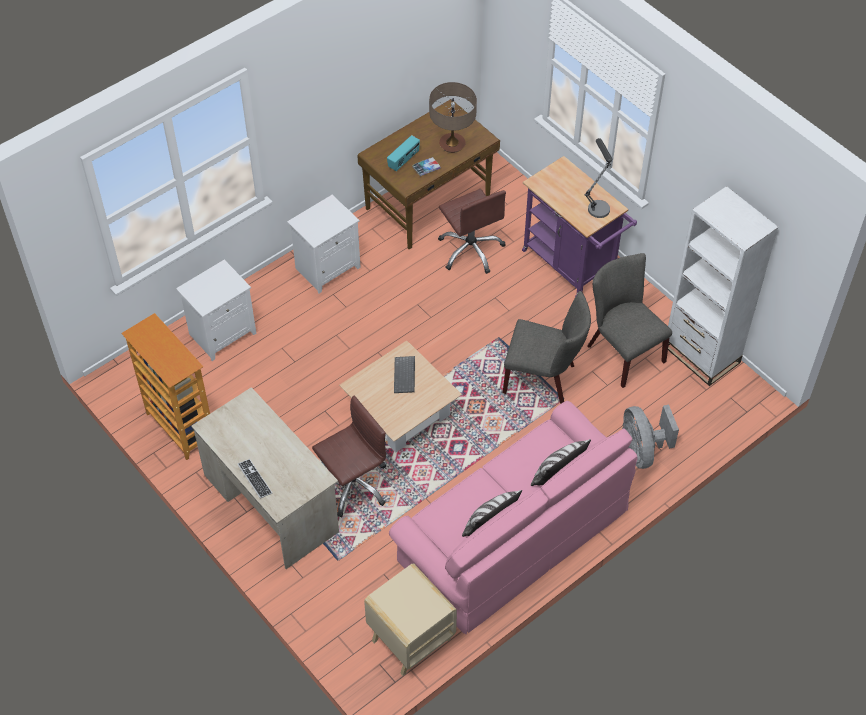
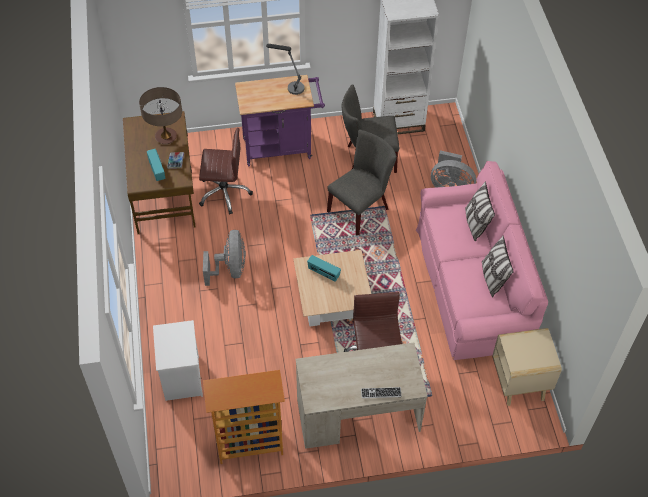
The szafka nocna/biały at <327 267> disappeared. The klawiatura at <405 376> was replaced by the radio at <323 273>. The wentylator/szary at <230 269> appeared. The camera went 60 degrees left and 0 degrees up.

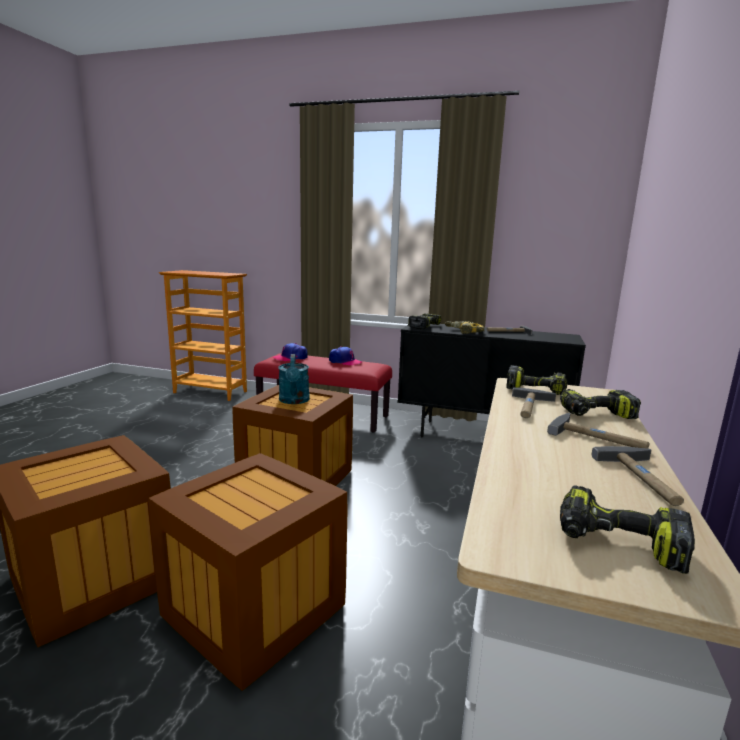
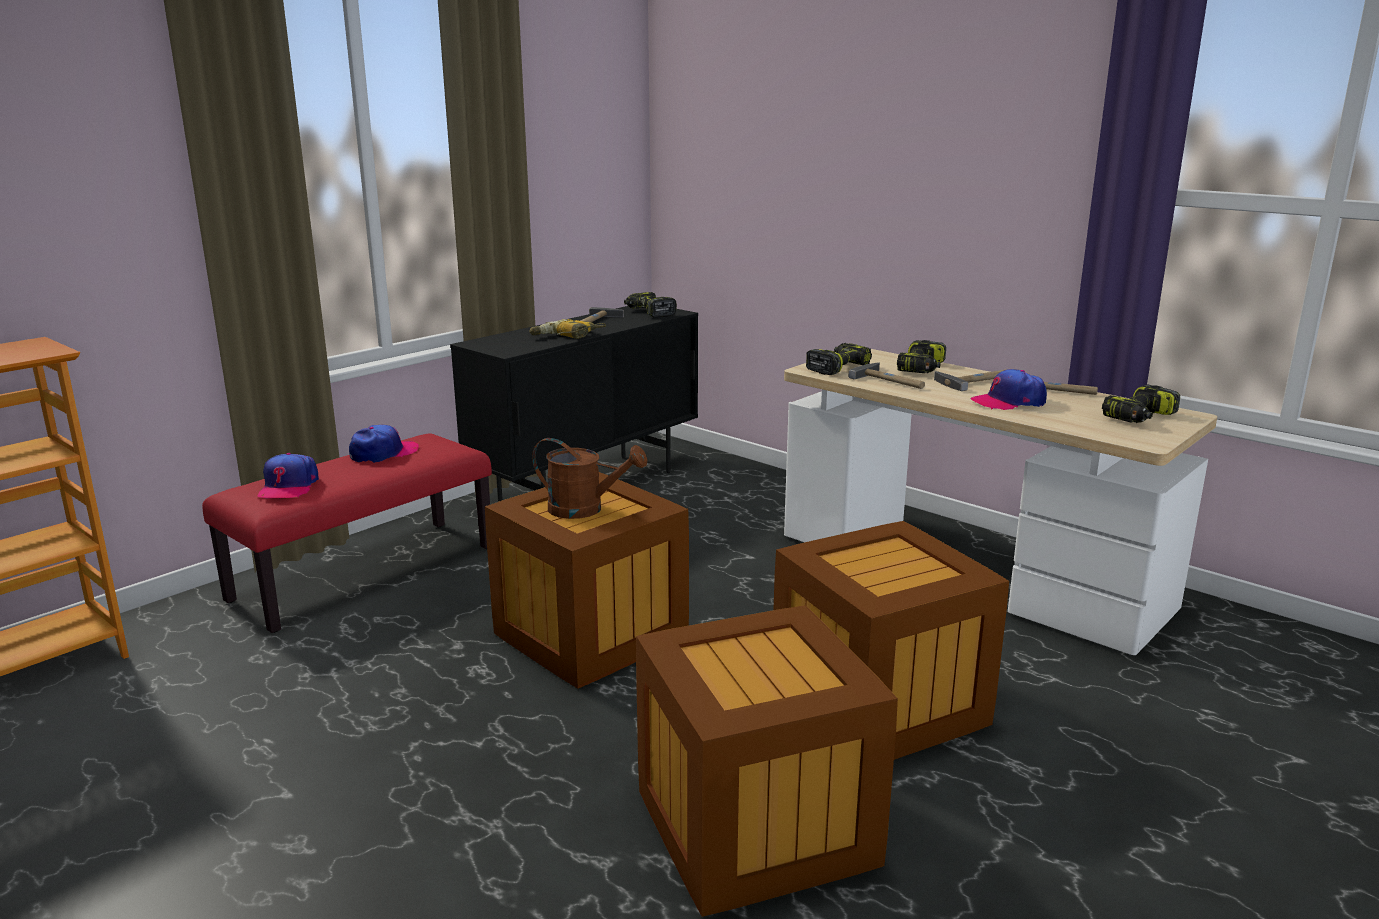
The konewka/turkusowy at <294 401> became the konewka/brązowy at <585 509>. The wiertarka moved from <423 326> to <649 312>. The czapka z daszkiem at <1008 402> appeared. The camera went 65 degrees left and 5 degrees up.

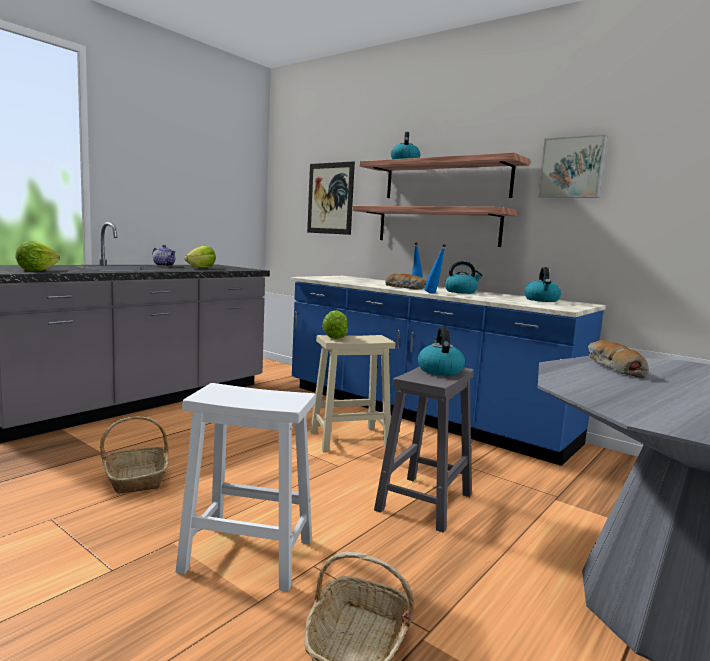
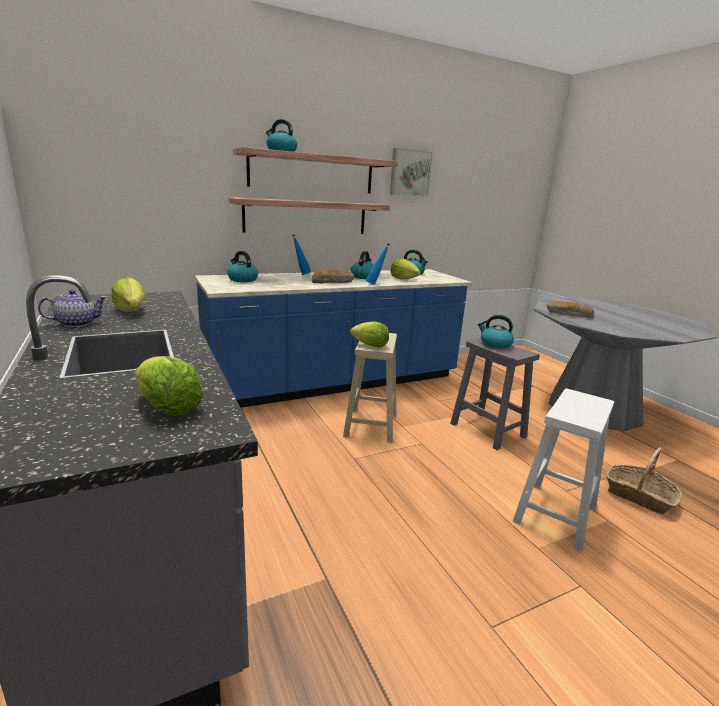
The koszyk at <137 478> disappeared. The obraz at <330 198> disappeared. The czajnik at <242 279> appeared. The sałata at <403 279> appeared. The camera went 65 degrees left and 10 degrees up.

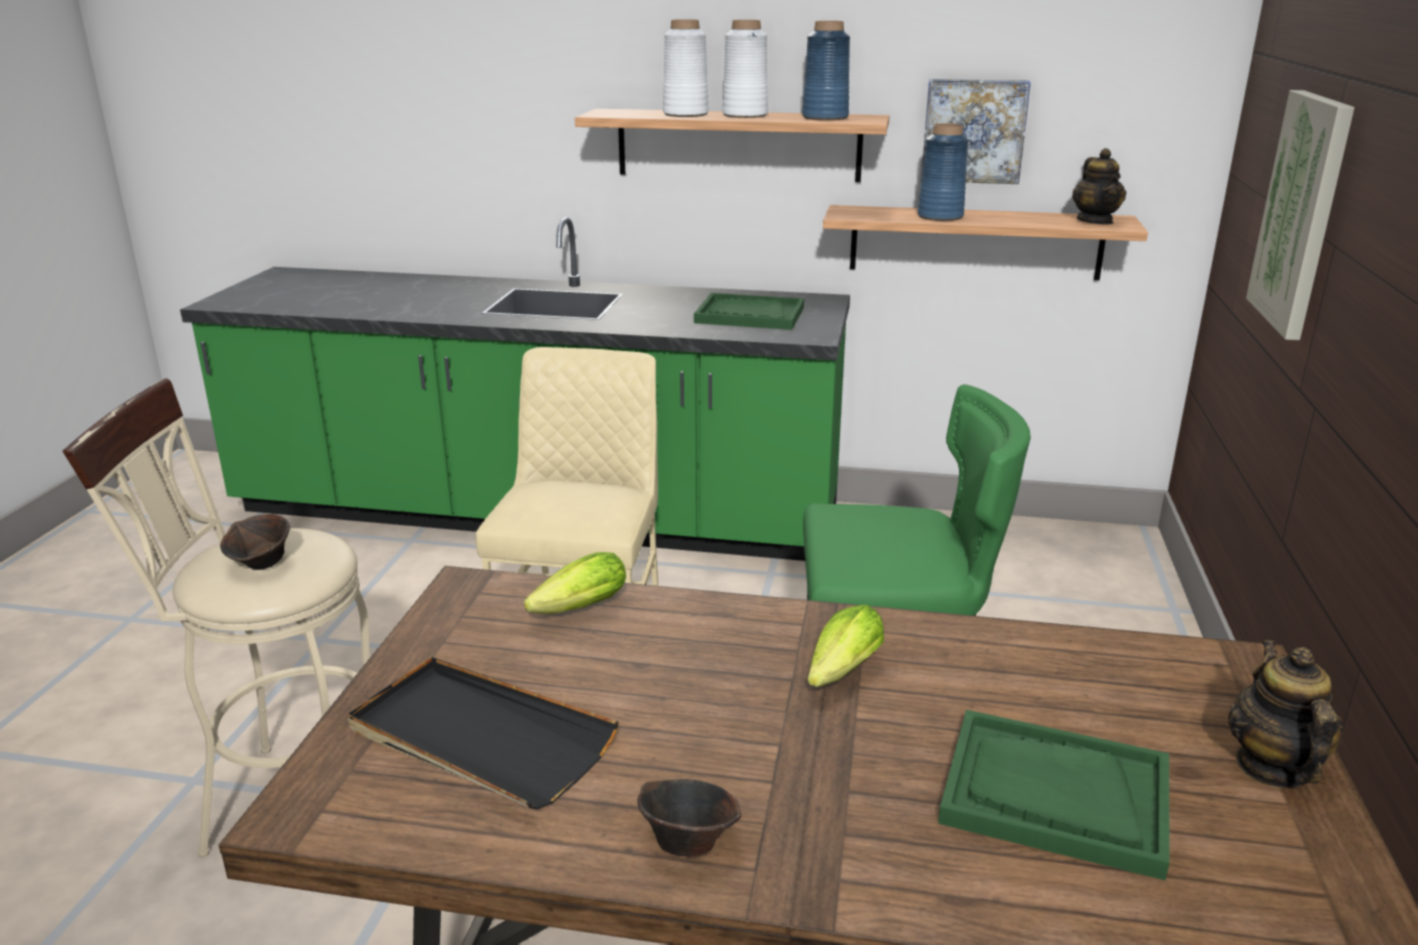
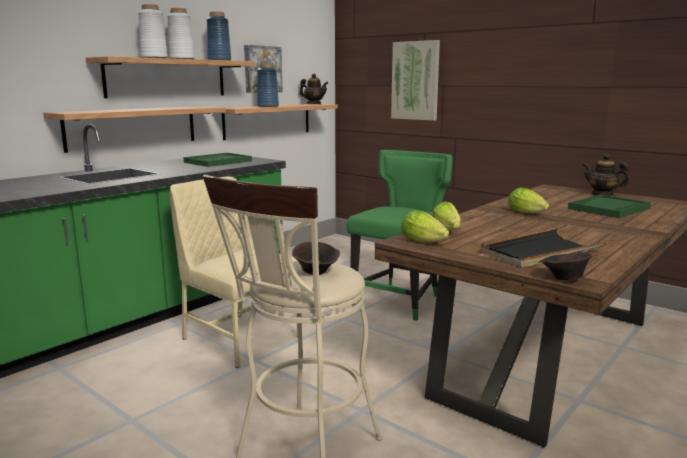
The miska/brązowy moved from <687 841> to <564 279>. The półka at <133 127> appeared. The sałata at <424 241> appeared. The camera went 60 degrees left and 10 degrees down.

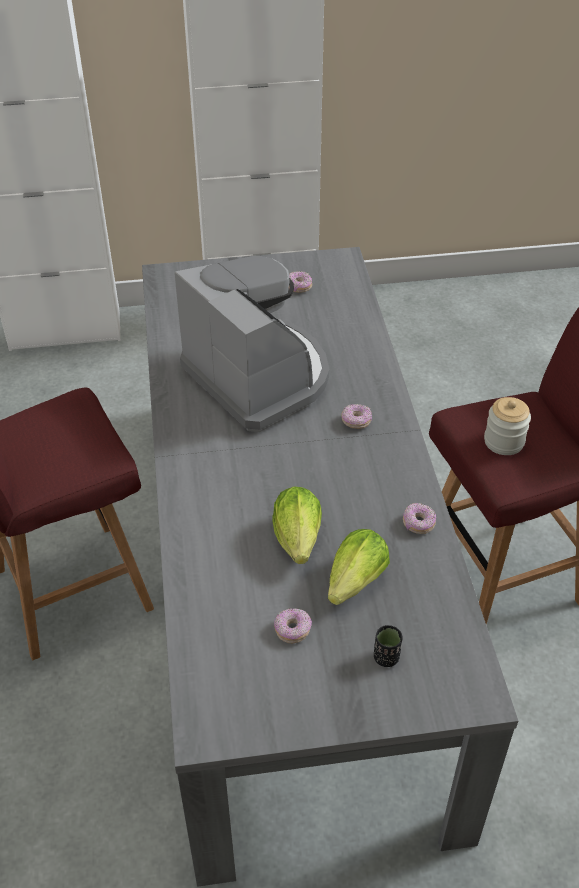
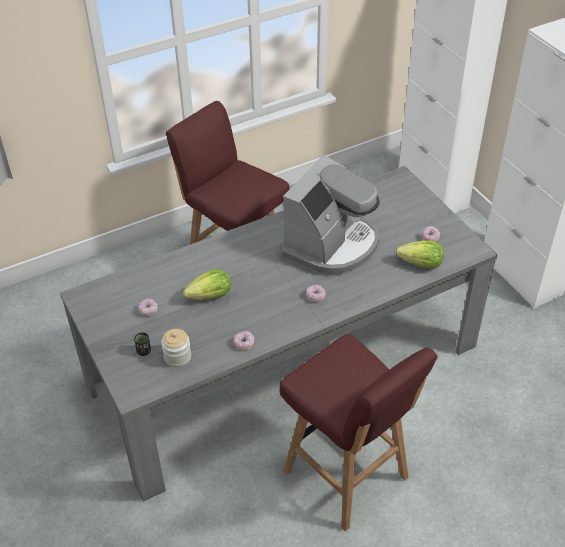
The sałata moved from <356 581> to <421 264>. The słoik moved from <504 441> to <177 357>. The camera went 70 degrees right and 0 degrees up.

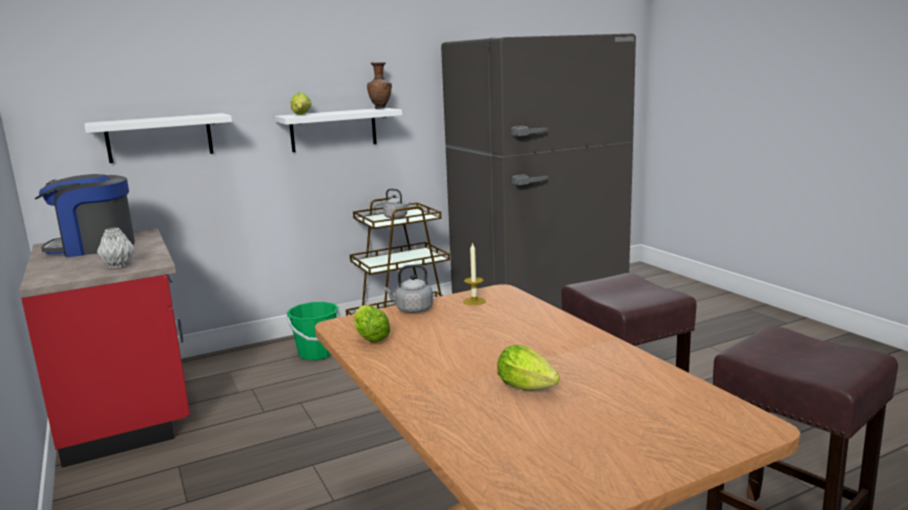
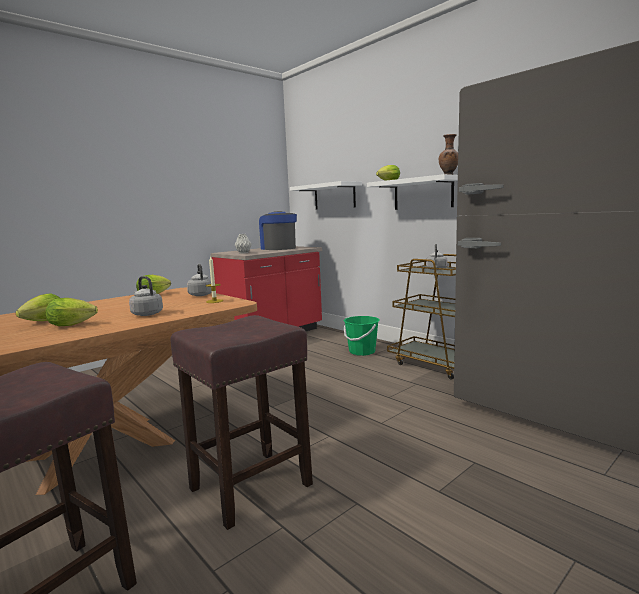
The sałata at <74 325> appeared. The czajnik/szary at <146 314> appeared. The camera went 75 degrees right and 5 degrees down.

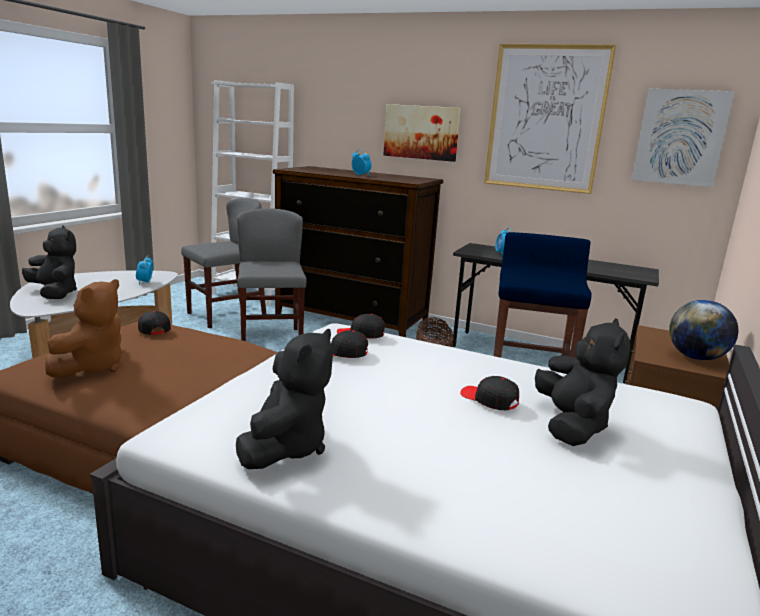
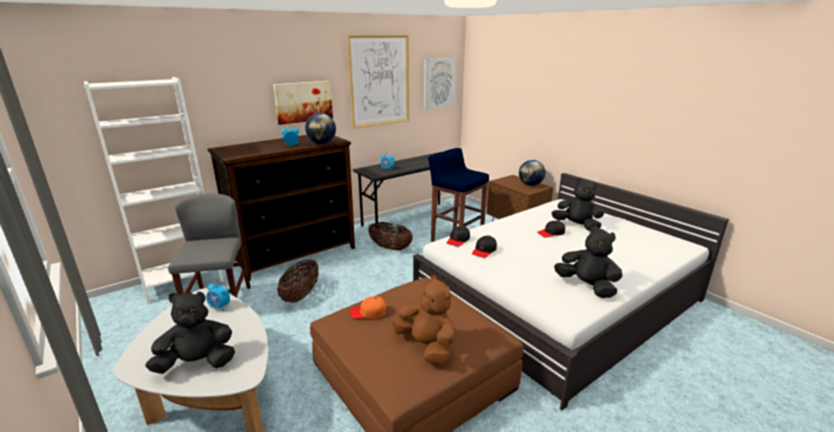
The czapka z daszkiem/czarny at <153 329> became the czapka z daszkiem/pomarańczowy at <368 312>. The krzesło/szary at <271 341> was replaced by the koszyk at <301 295>. The globus at <322 143> appeared. The camera went 60 degrees left and 5 degrees up.

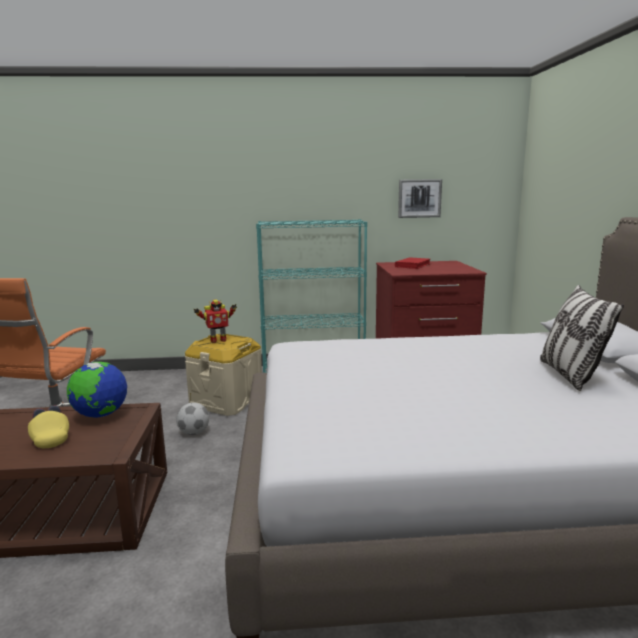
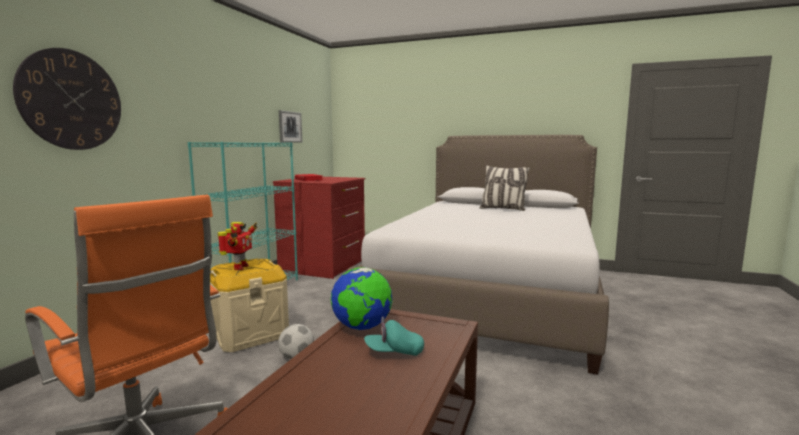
The czapka z daszkiem/żółty at <50 438> became the czapka z daszkiem/turkusowy at <394 352>. The zegar ścienny at <71 100> appeared. The camera went 65 degrees left and 5 degrees down.

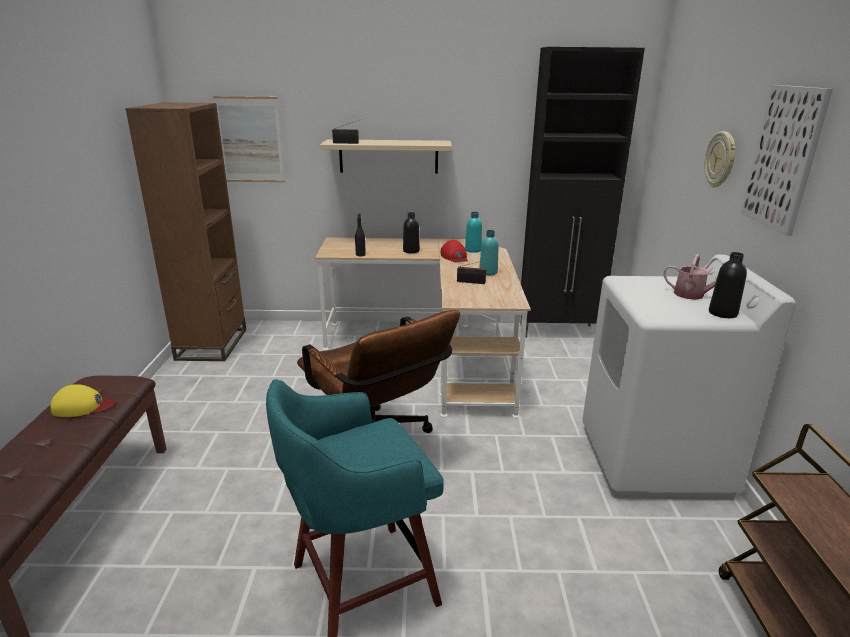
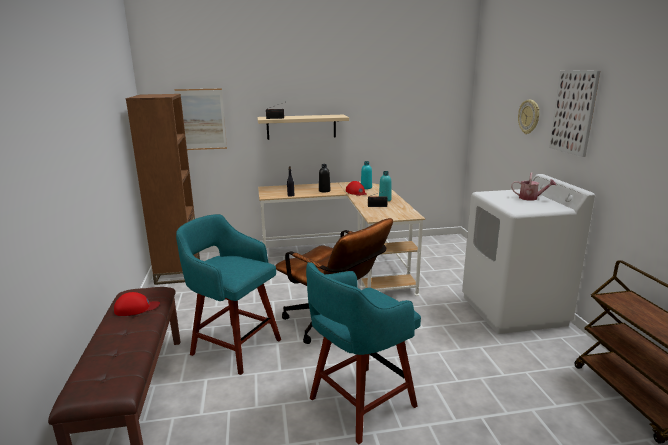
The czapka z daszkiem/żółty at <83 406> became the czapka z daszkiem/czerwony at <136 308>. The szafka/czarny at <559 331> disappeared. The butelka/czarny at <722 313> disappeared. The stołek/turkusowy at <234 346> appeared. The camera went 10 degrees left and 5 degrees down.

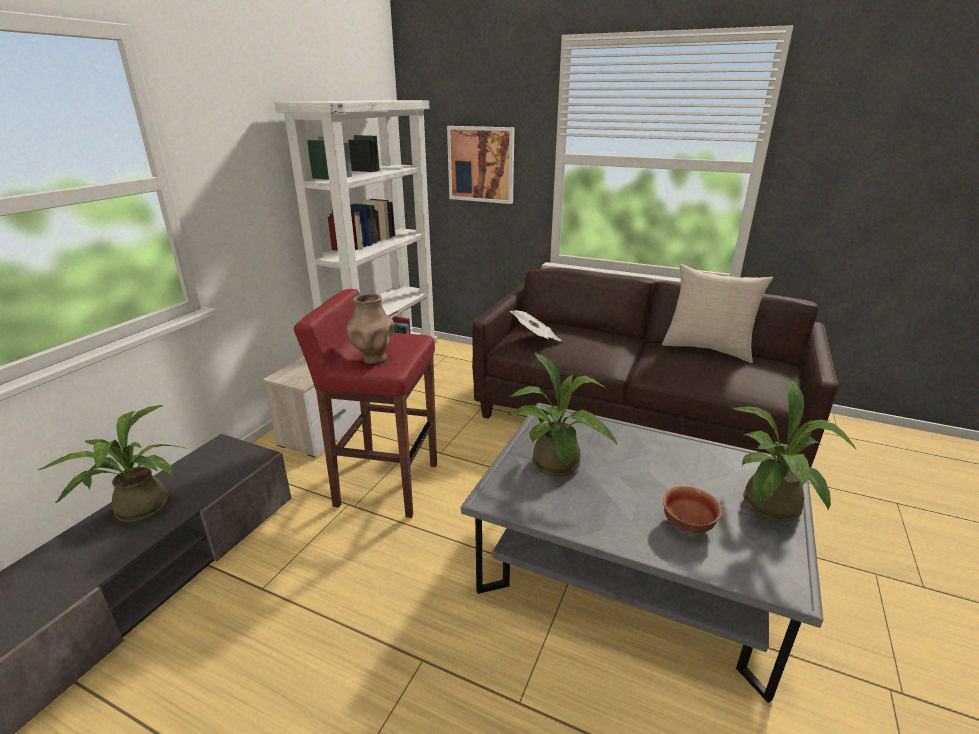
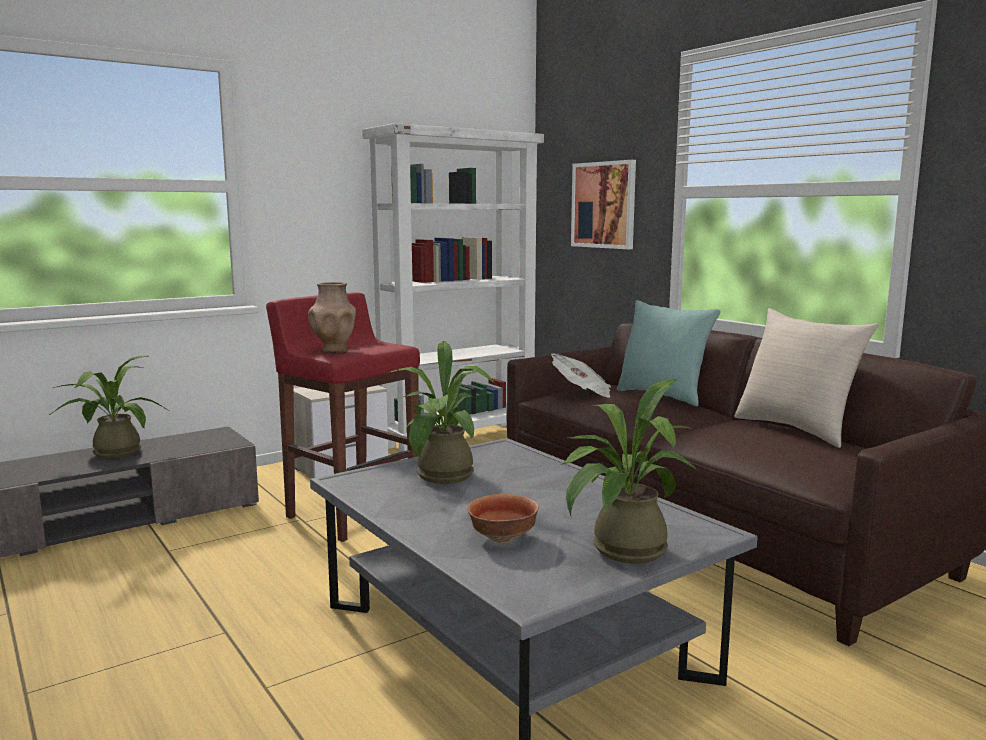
The poduszka/turkusowy at <663 396> appeared. The camera went 30 degrees right and 15 degrees down.

